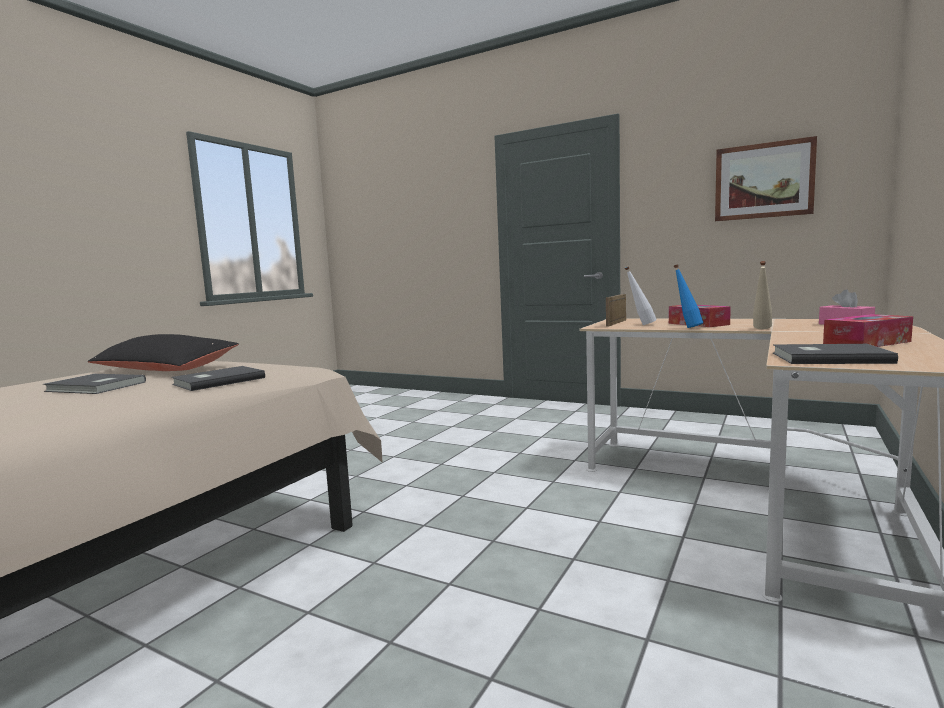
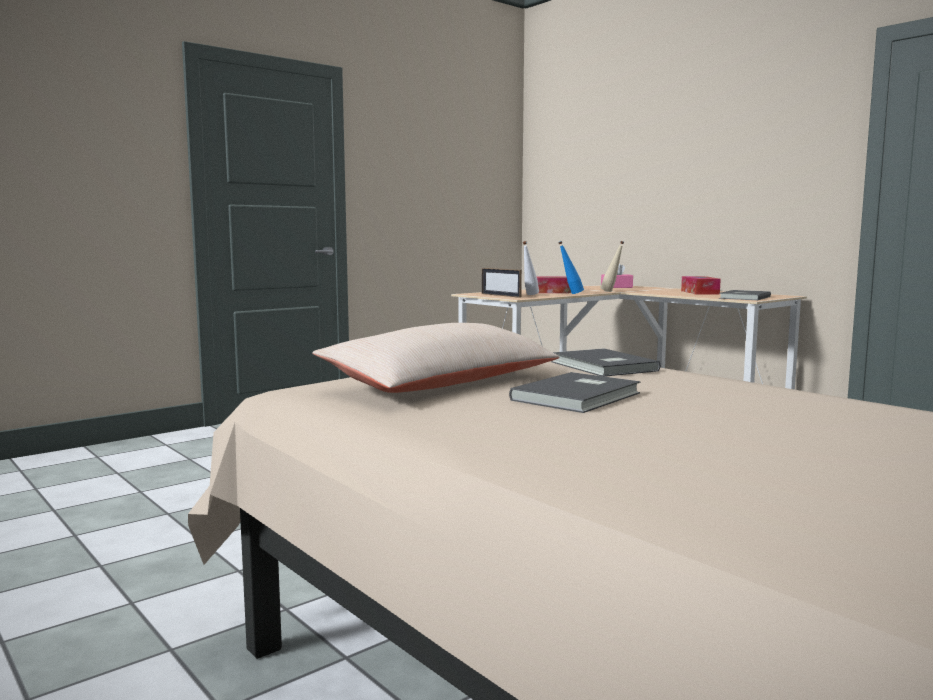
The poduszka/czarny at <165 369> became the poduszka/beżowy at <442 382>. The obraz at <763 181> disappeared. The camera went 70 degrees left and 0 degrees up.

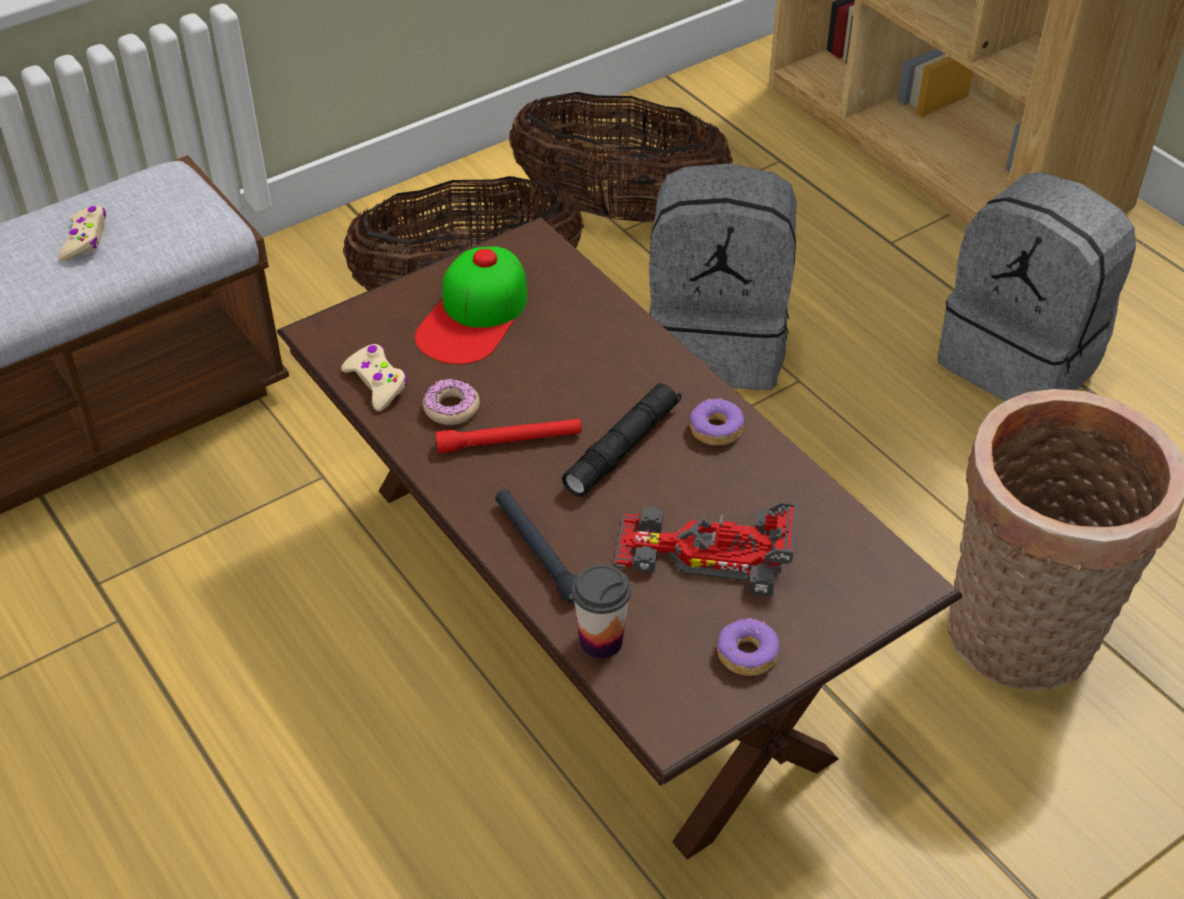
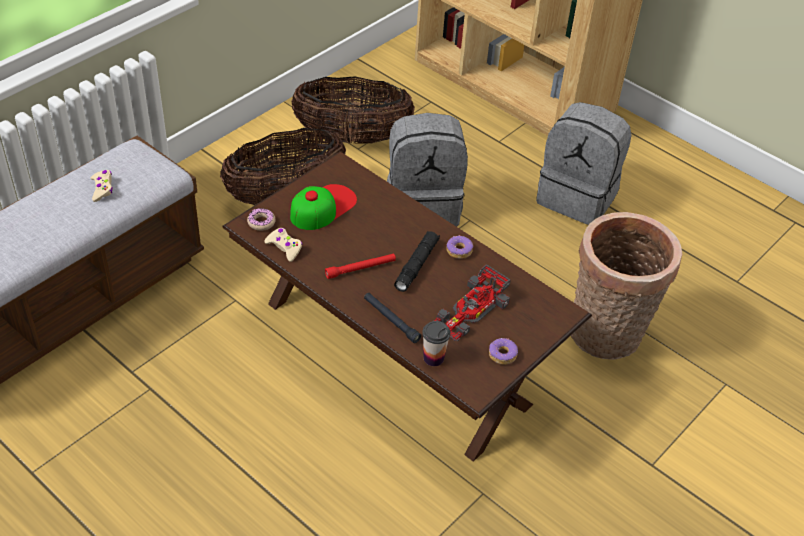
The czapka z daszkiem at <474 315> turned 150 degrees counterclockwise. The donut moved from <451 408> to <261 222>. The samochodzik at <705 553> turned 45 degrees counterclockwise. The camera went 15 degrees left and 0 degrees up.

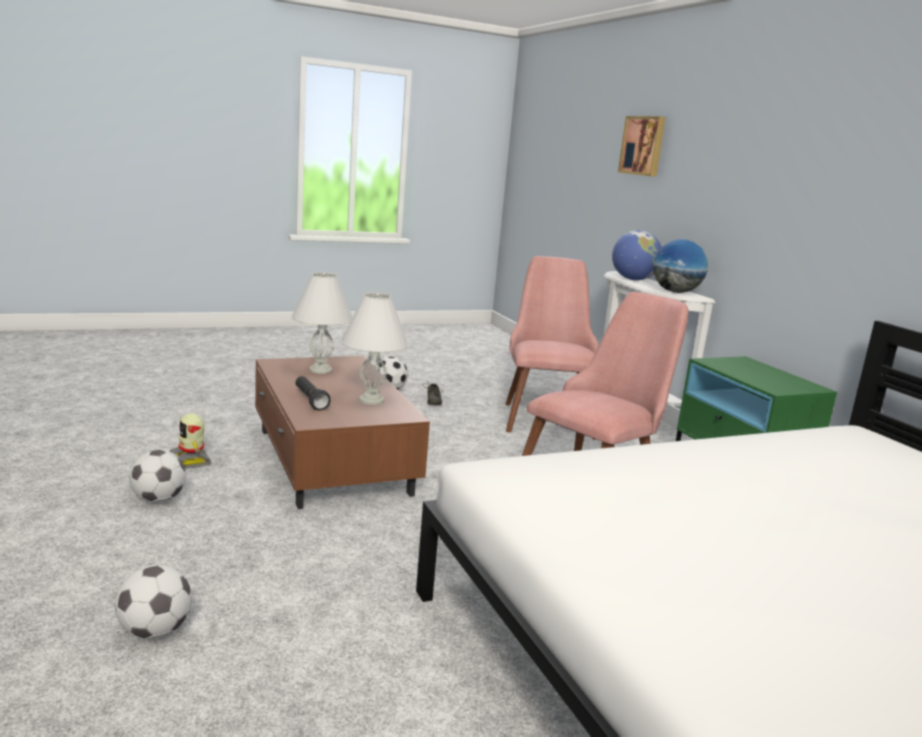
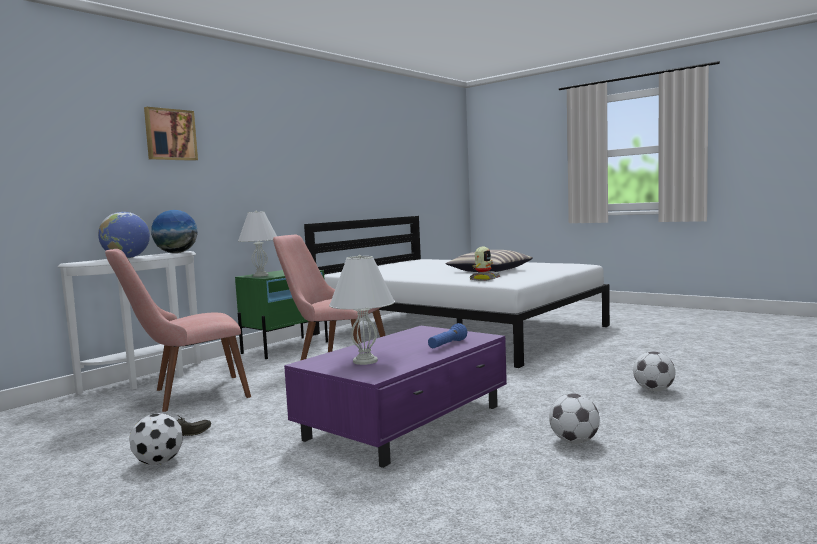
The robot zabawkowy moved from <190 461> to <484 279>. The ława/brązowy at <331 461> became the ława/fioletowy at <407 422>. The latarka/czarny at <310 400> became the latarka/niebieski at <447 345>. The lampa stołowa/biały moved from <371 400> to <260 275>. The obraz moved from <643 146> to <170 134>. The poduszka at <489 270> appeared. The camera went 115 degrees left and 10 degrees down.

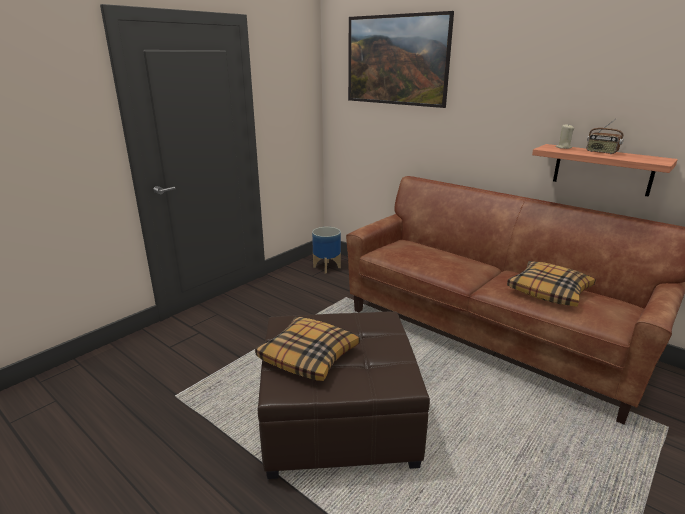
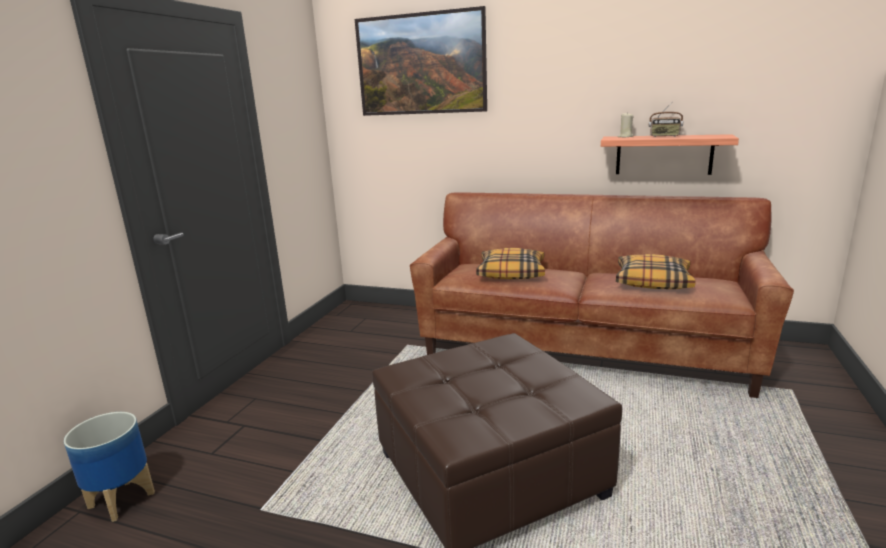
The poduszka moved from <309 356> to <511 273>. The donica moved from <327 267> to <122 499>. The camera went 20 degrees left and 5 degrees down.

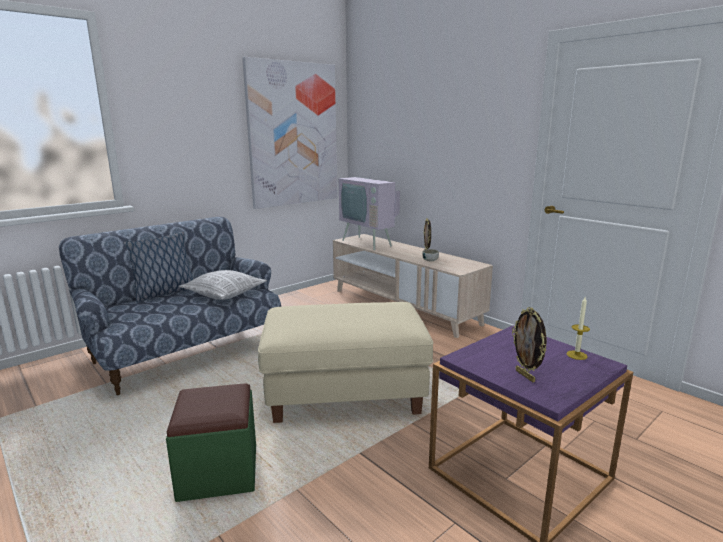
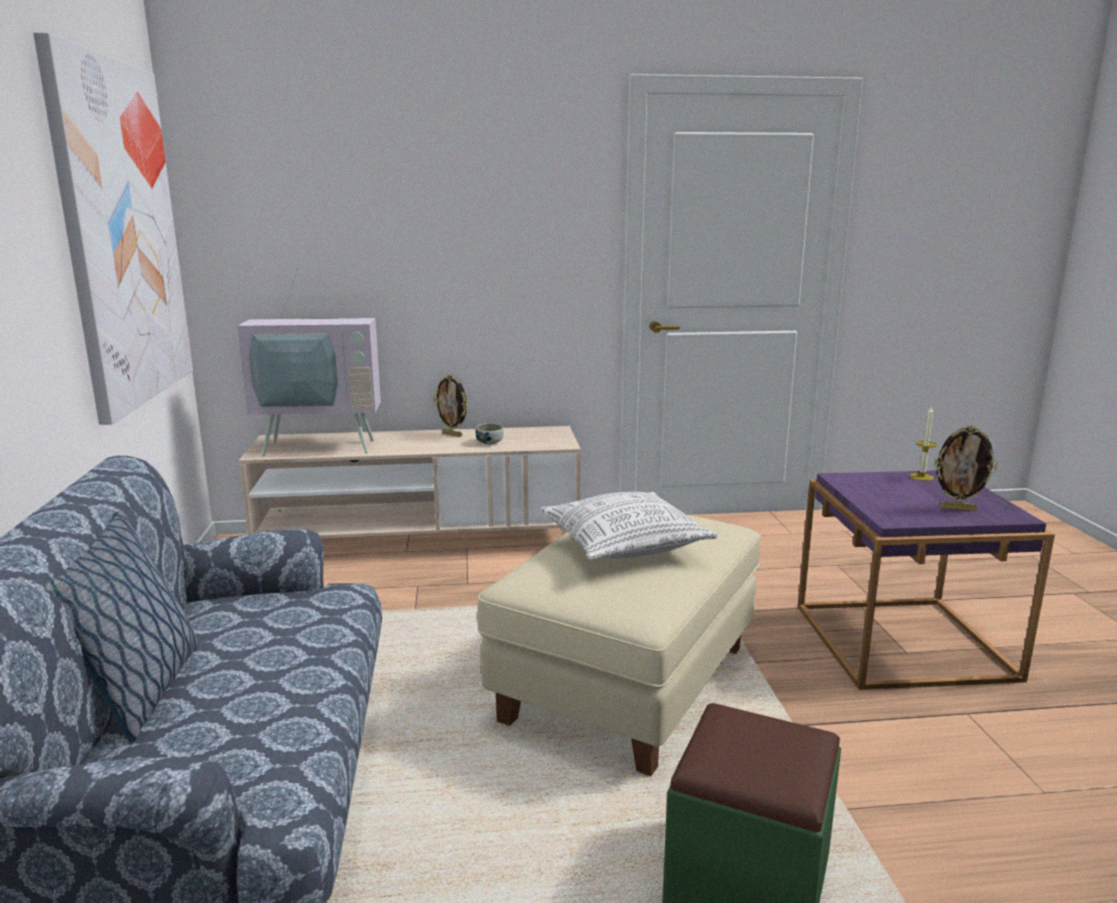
The poduszka moved from <225 294> to <624 545>. The camera went 55 degrees left and 0 degrees up.

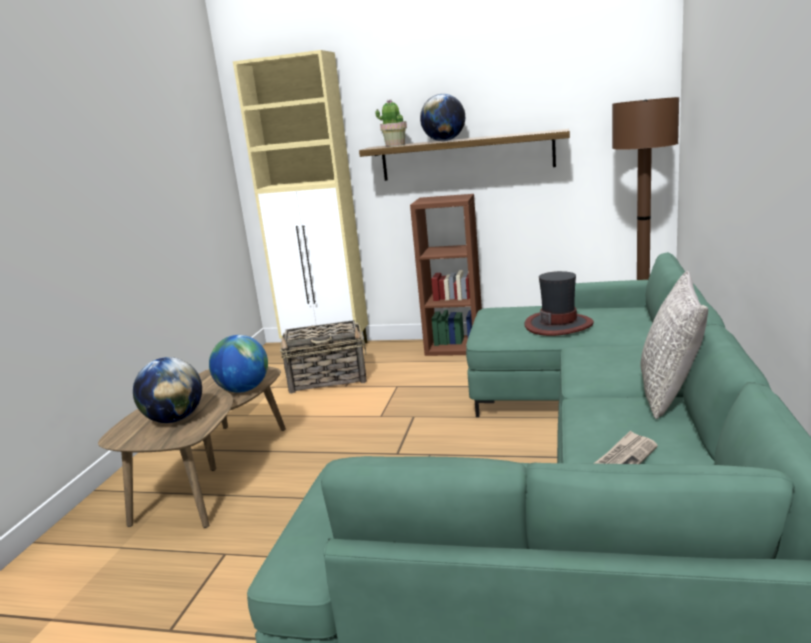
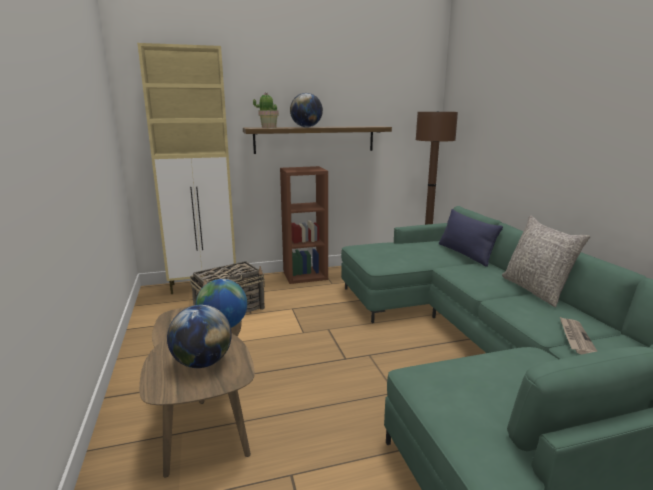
The kapelusz at <558 325> disappeared. The poduszka/niebieski at <465 254> appeared. The camera went 30 degrees left and 0 degrees up.

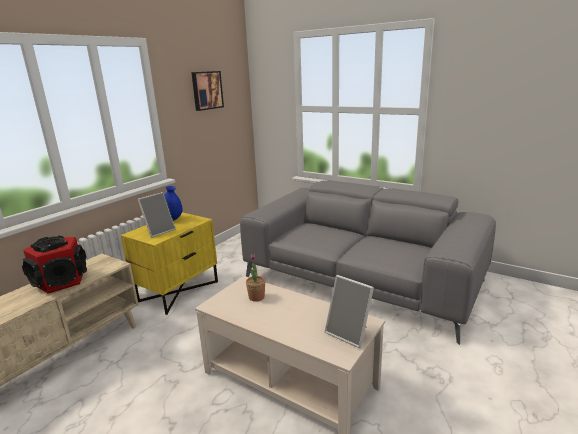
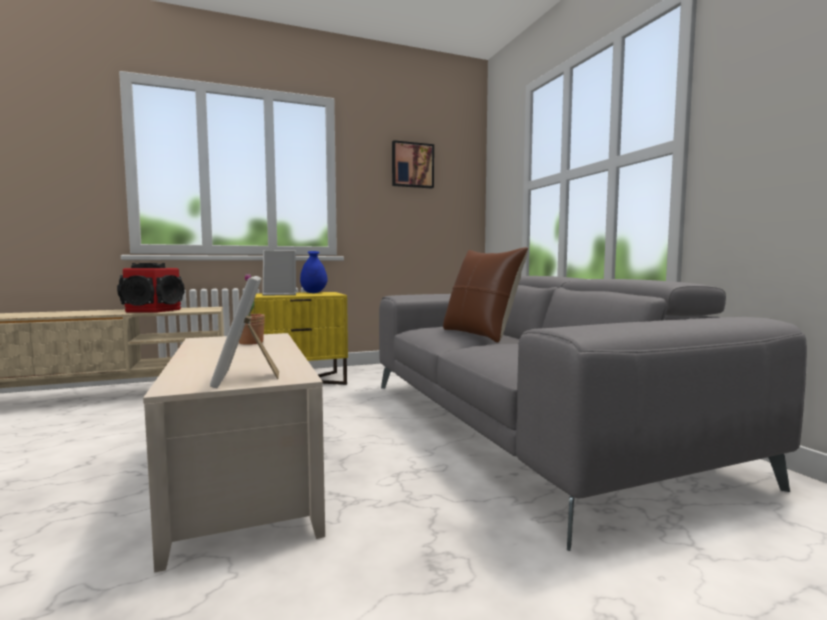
The poduszka/brązowy at <480 334> appeared. The camera went 35 degrees right and 15 degrees down.

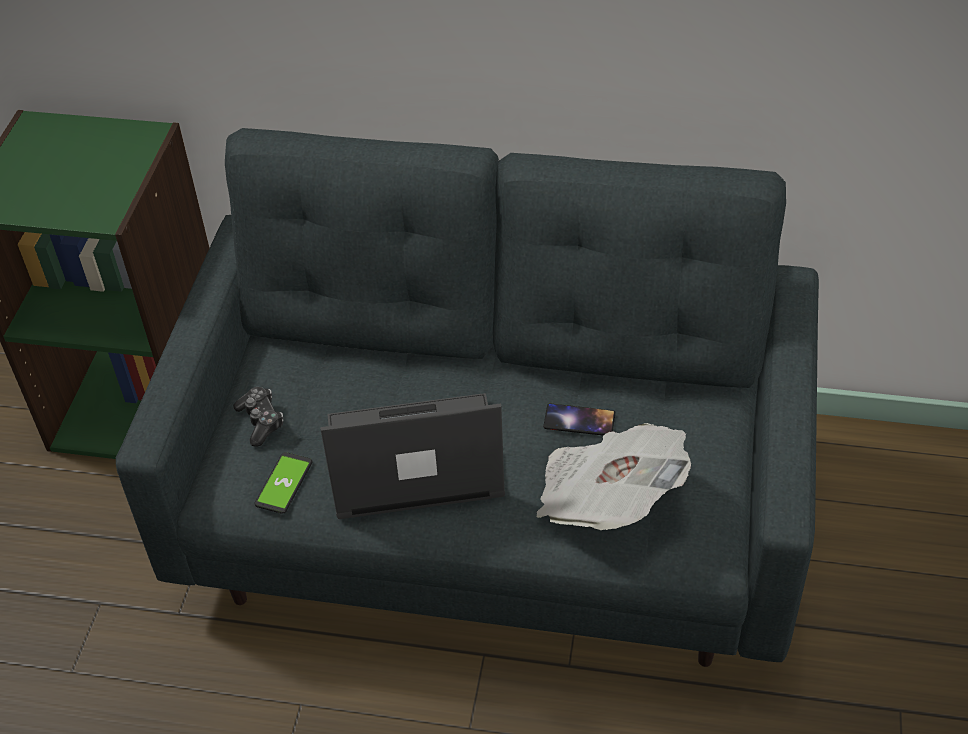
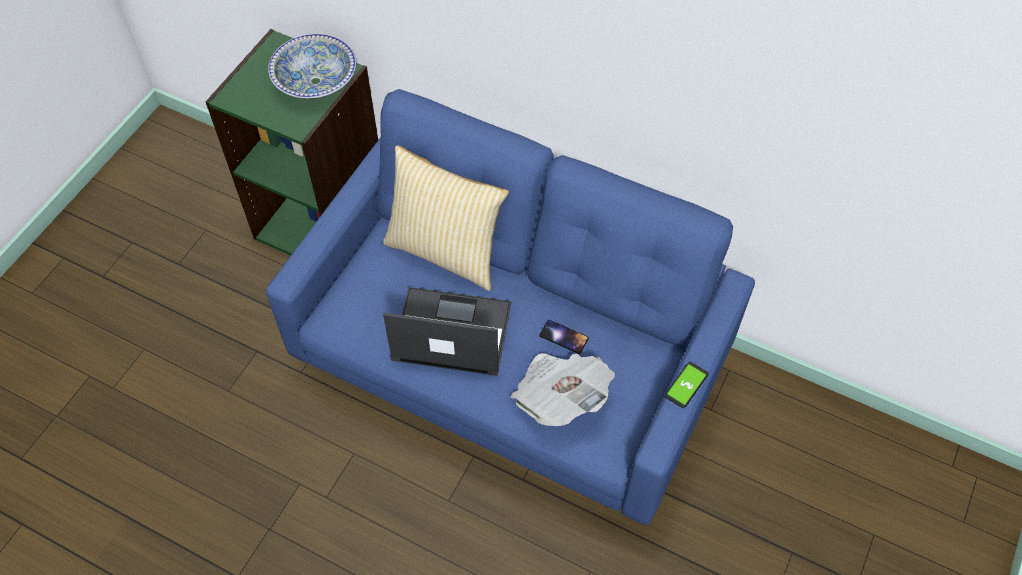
The kanapa/szary at <493 521> became the kanapa/niebieski at <511 369>. The pad do gier at <261 421> disappeared. The telefon moved from <284 483> to <686 385>. The miska at <315 81> appeared. The poduszka at <446 251> appeared. The camera went 15 degrees right and 10 degrees up.

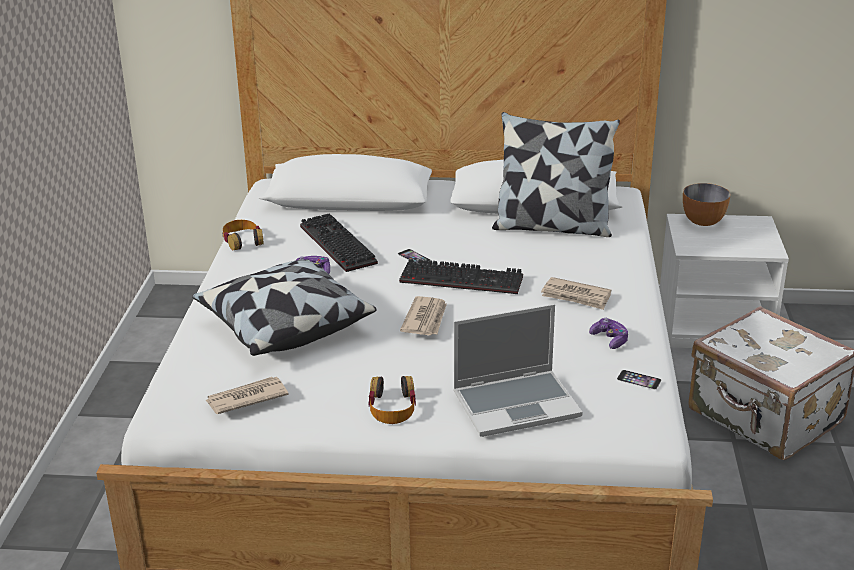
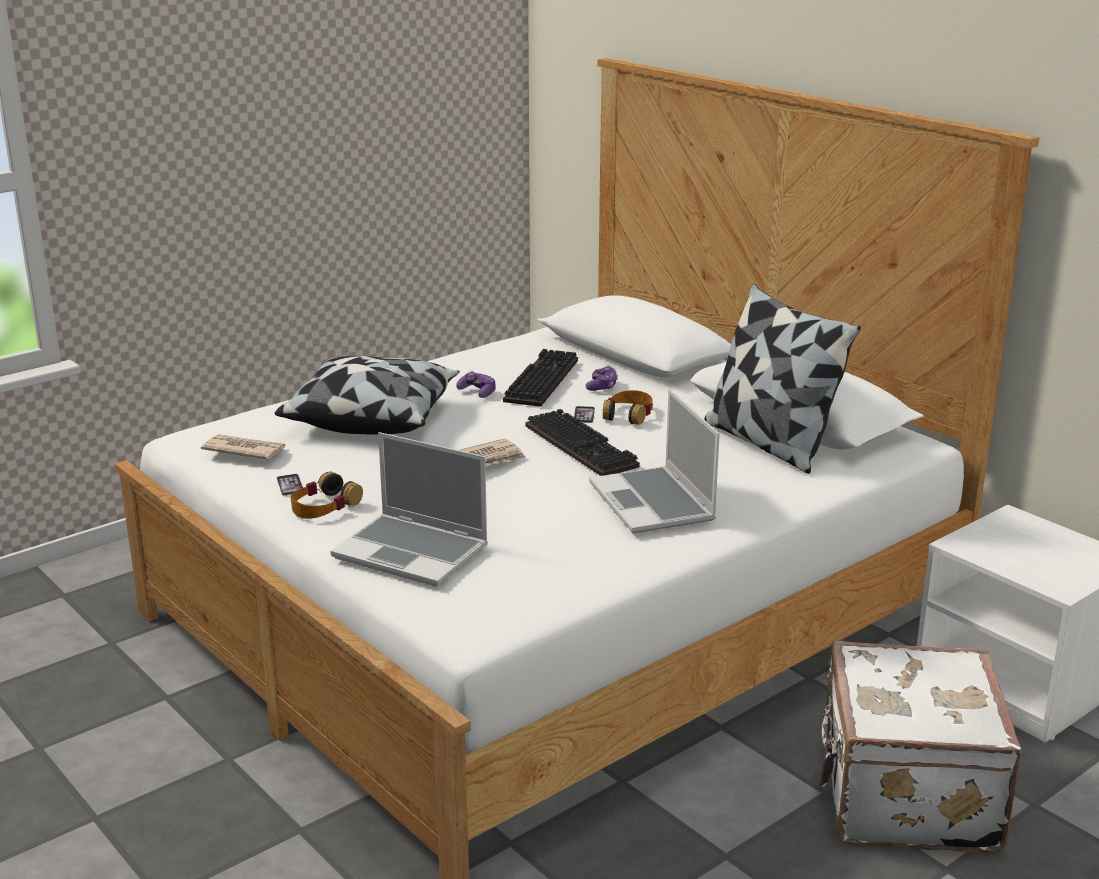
The słuchawki moved from <242 240> to <628 414>. The gazeta at <576 296> was replaced by the laptop at <654 503>. The pad do gier moved from <610 339> to <602 386>. The telefon moved from <639 379> to <290 485>. The miska at <703 222> disappeared. The camera went 45 degrees right and 5 degrees down.

